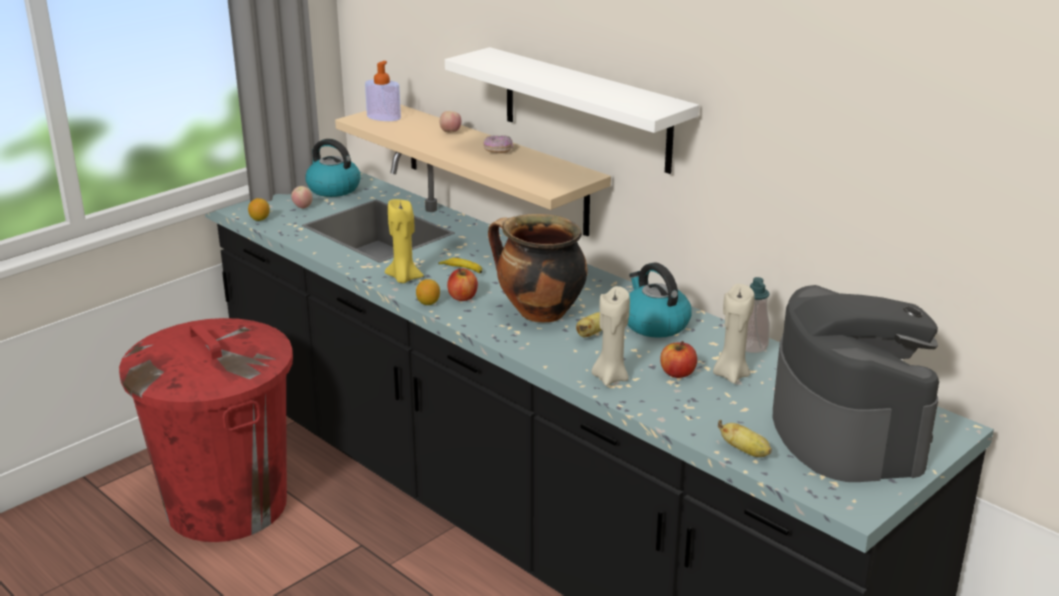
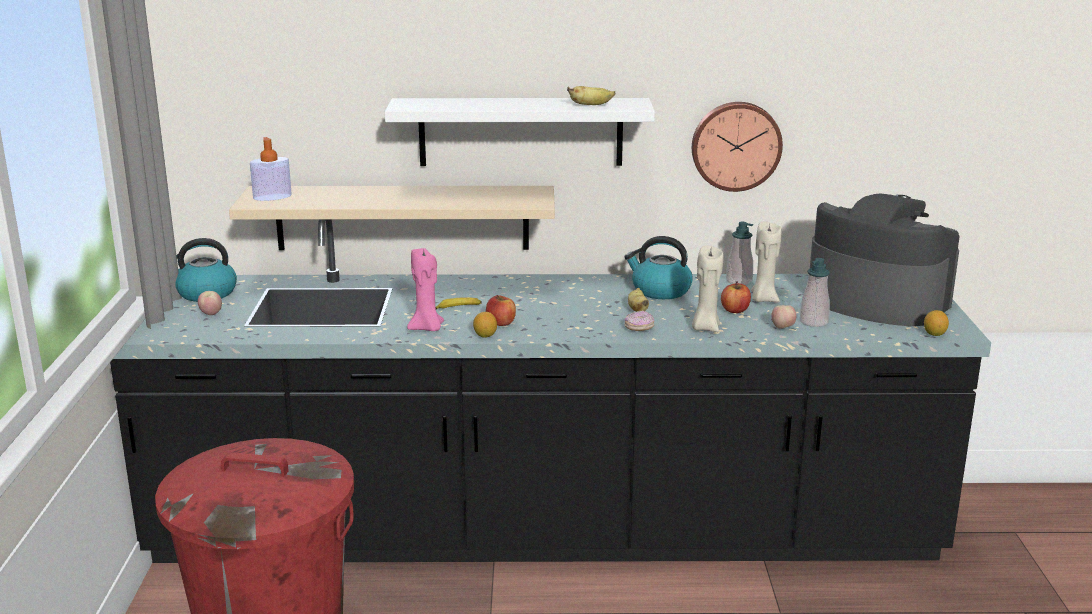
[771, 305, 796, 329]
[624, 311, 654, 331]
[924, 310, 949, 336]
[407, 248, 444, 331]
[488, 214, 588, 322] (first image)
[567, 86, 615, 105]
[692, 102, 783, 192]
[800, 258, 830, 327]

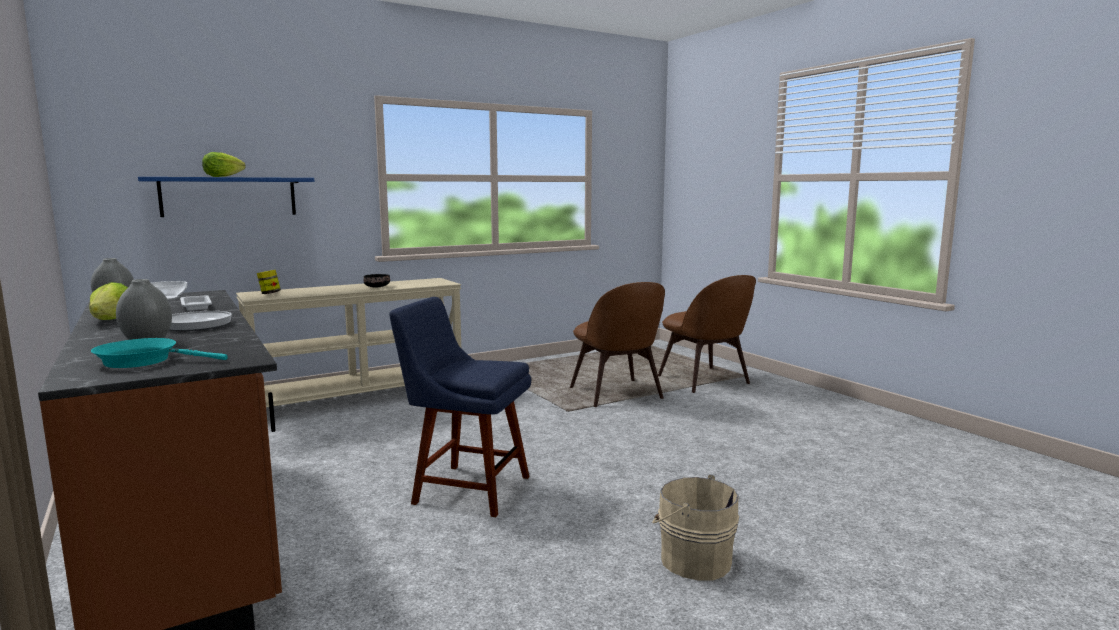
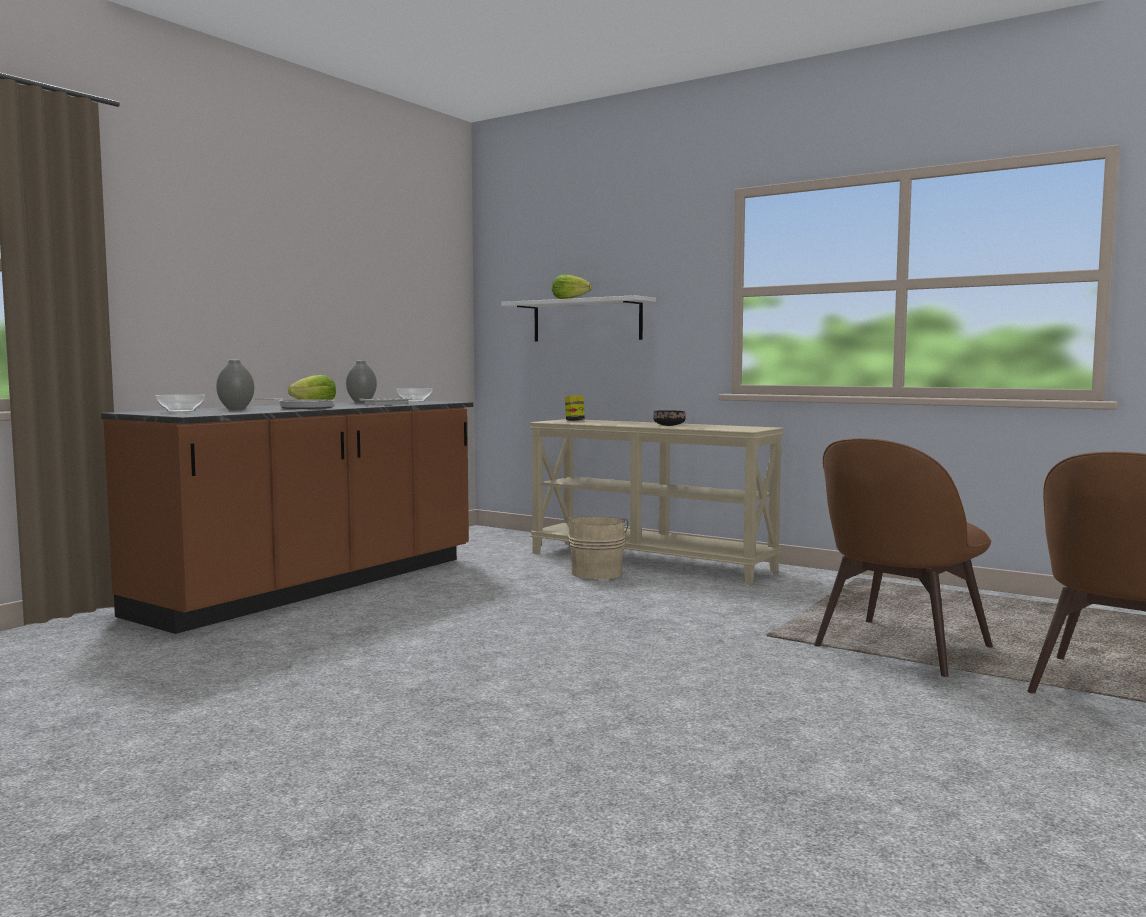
[501, 295, 656, 342]
[389, 297, 531, 517] (first image)
[156, 394, 205, 412]
[566, 516, 628, 579]

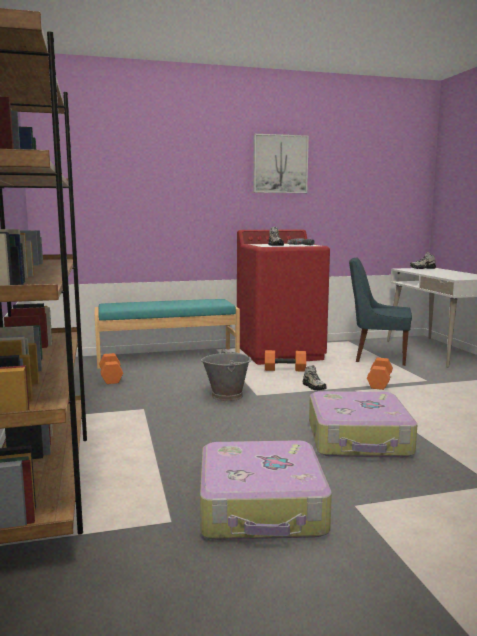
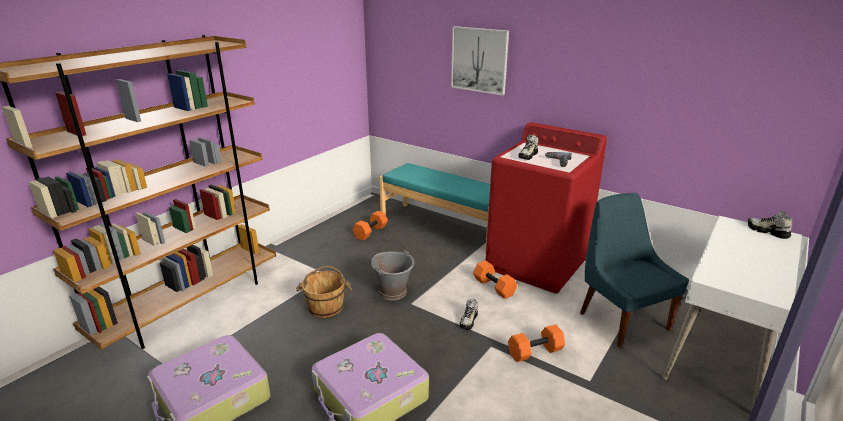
[451, 26, 509, 96]
[296, 266, 352, 318]

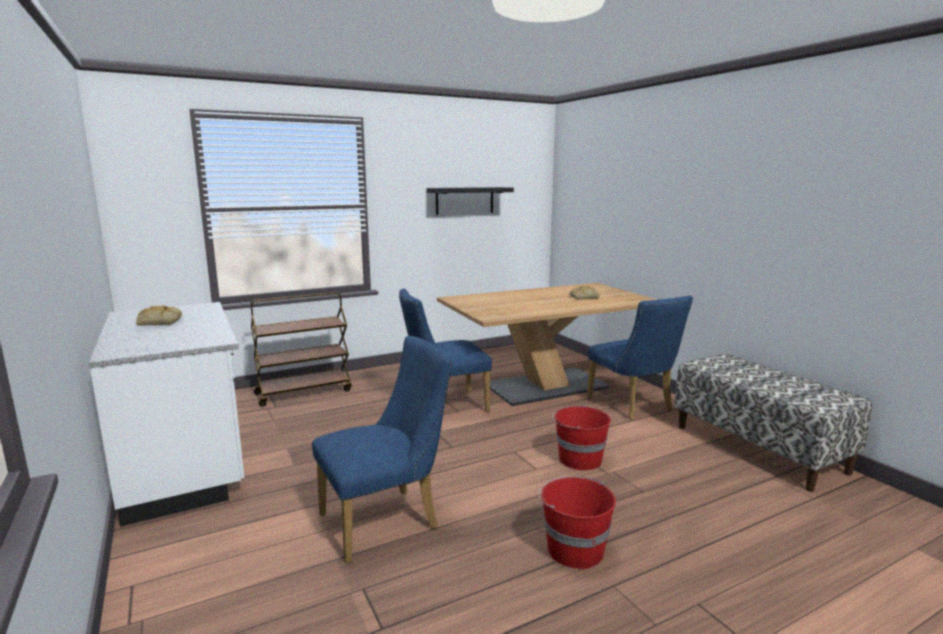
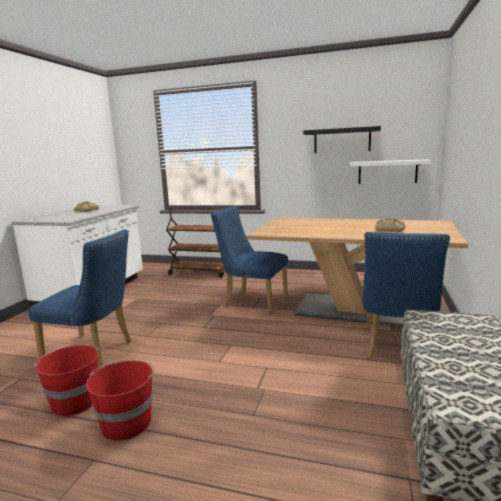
[34, 344, 99, 417]
[350, 159, 431, 184]

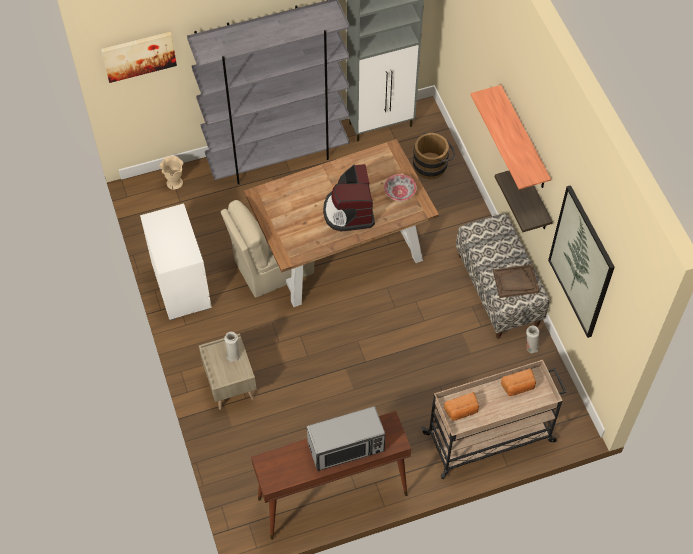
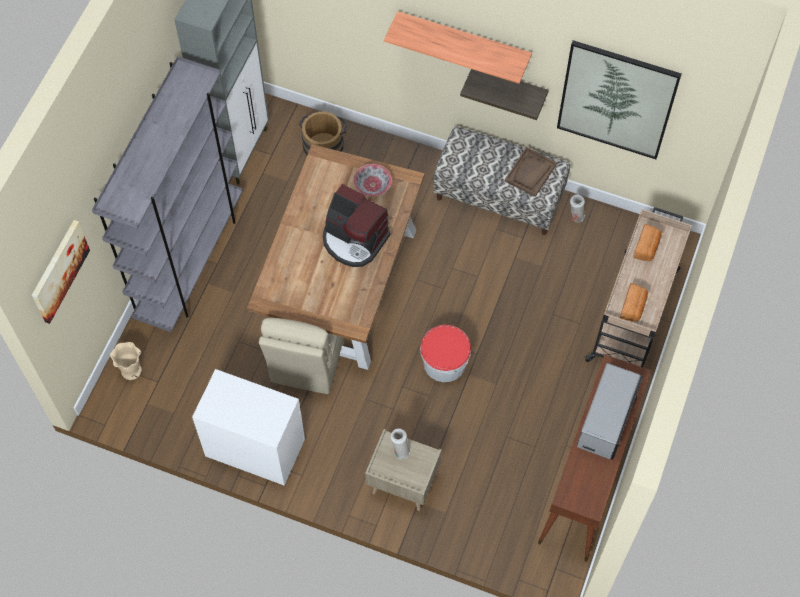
[420, 325, 471, 382]

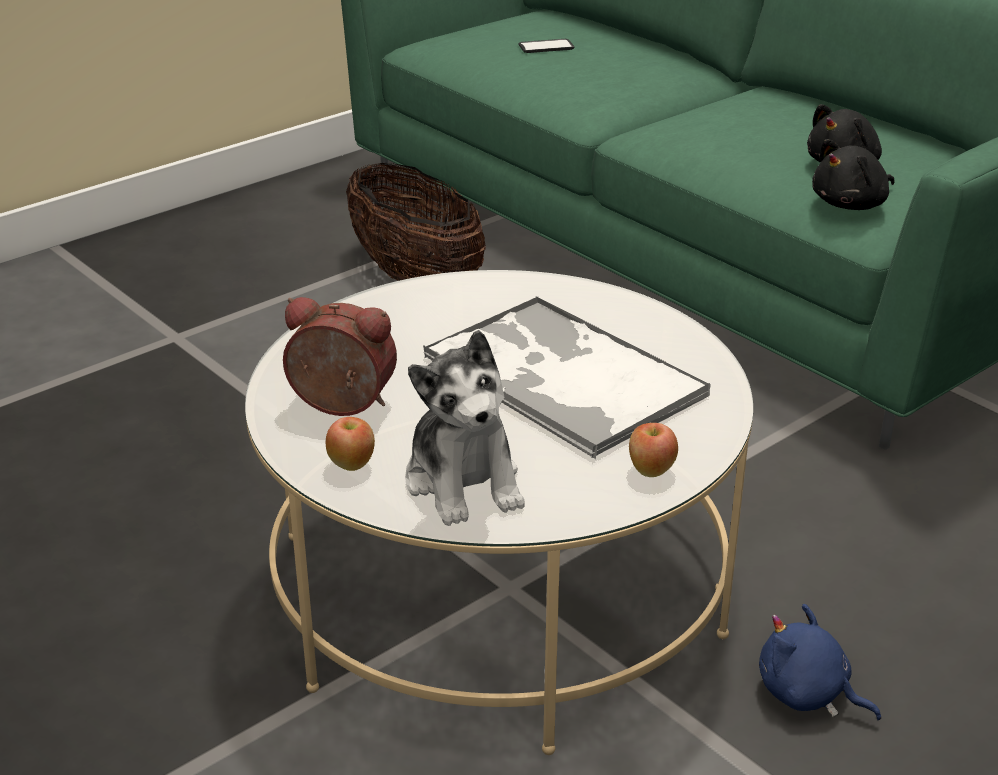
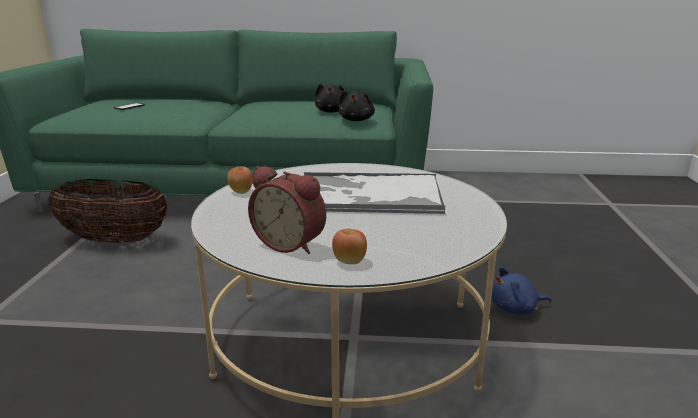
[248, 166, 326, 254]
[405, 330, 525, 526] (first image)
[227, 166, 253, 194]

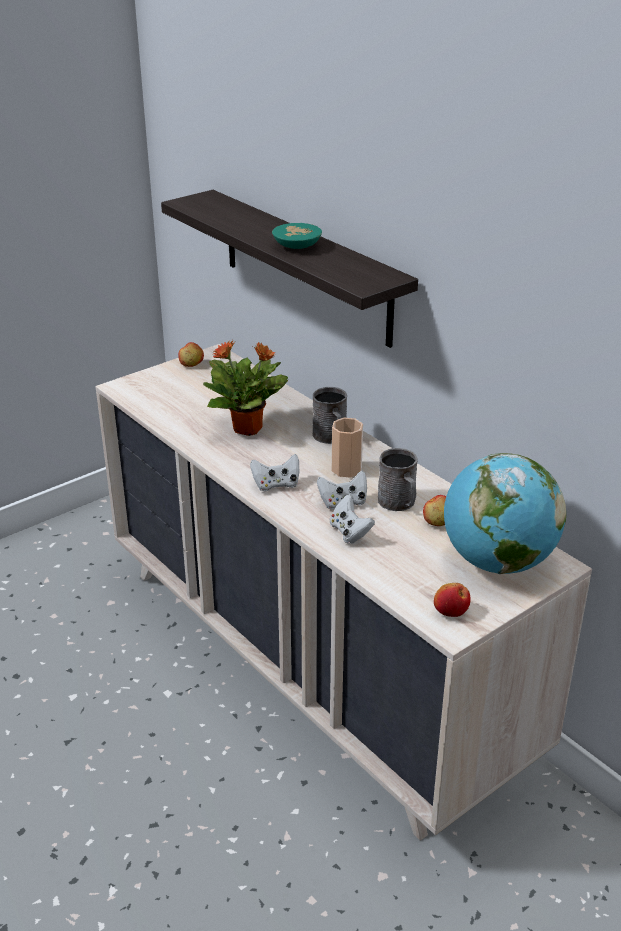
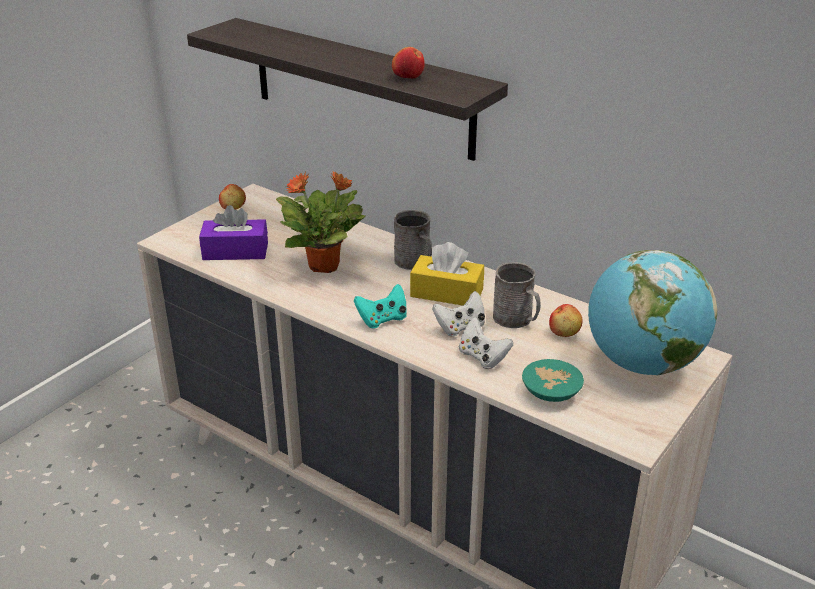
[522, 359, 584, 402]
[410, 242, 484, 305]
[354, 284, 407, 328]
[392, 47, 425, 79]
[199, 205, 268, 260]

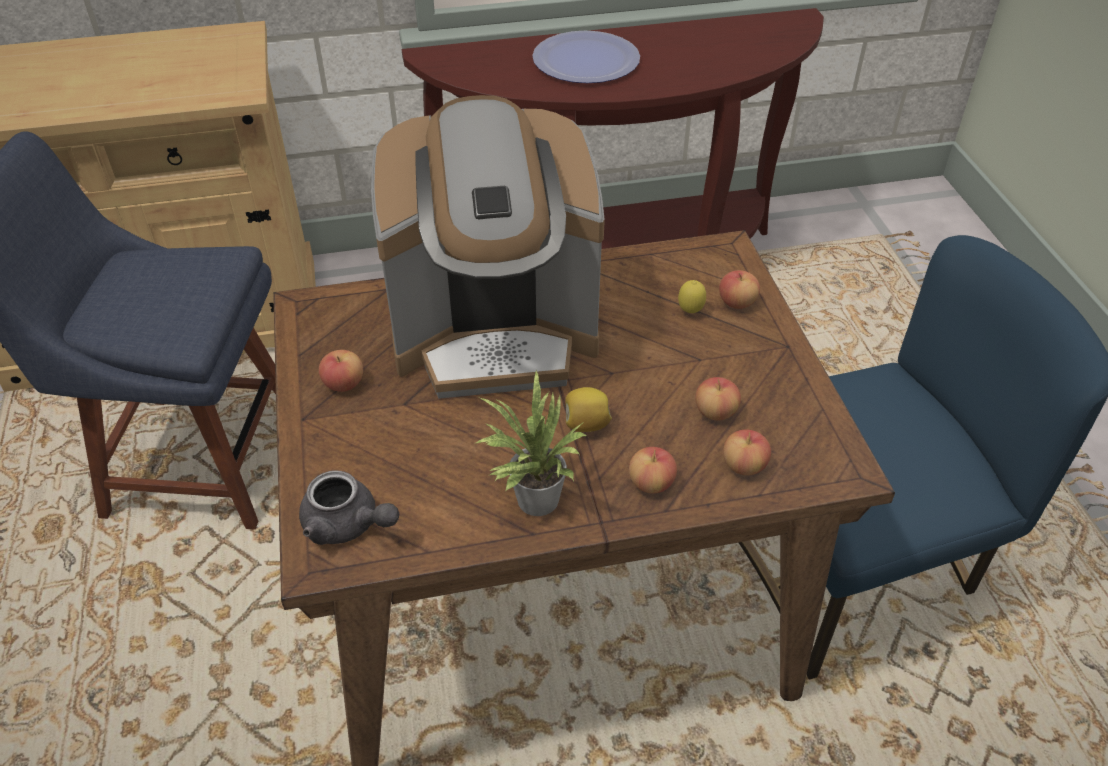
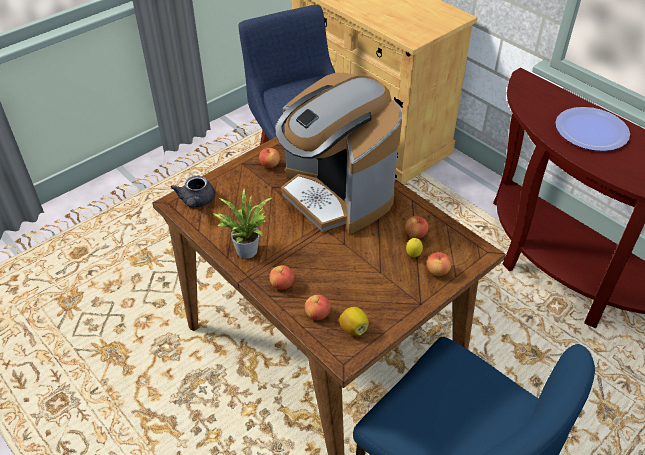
[405, 216, 429, 239]
[339, 307, 369, 336]

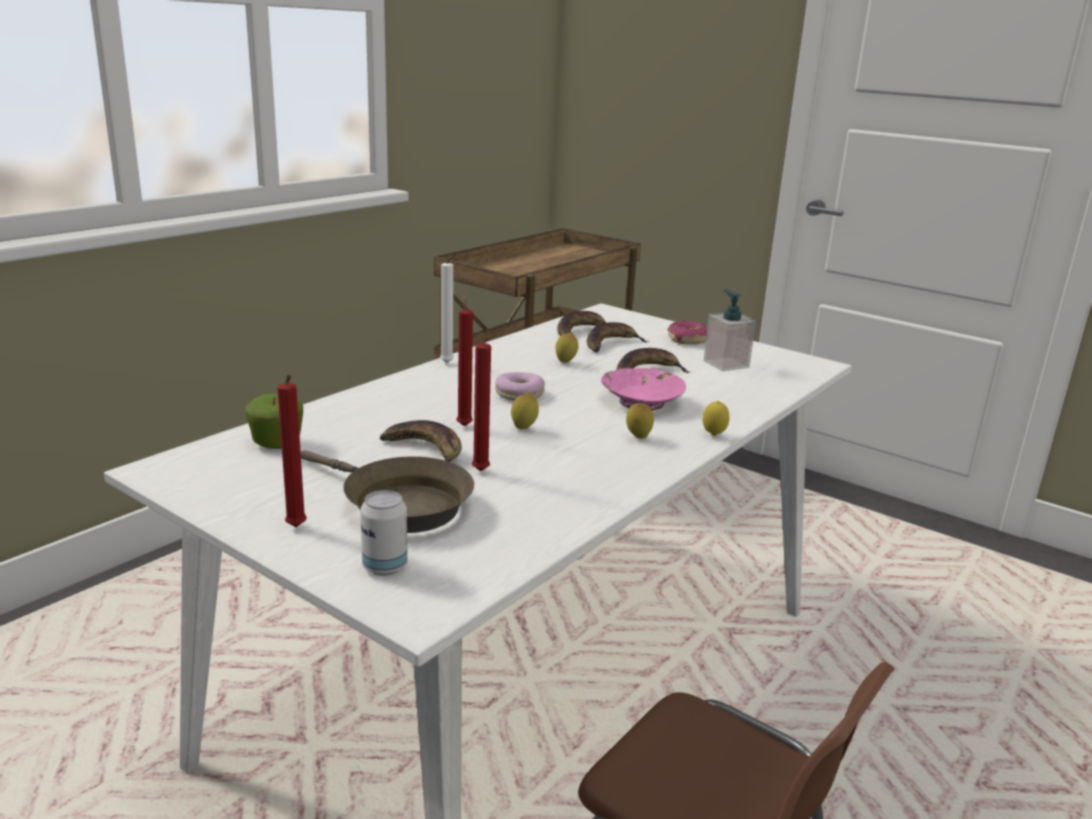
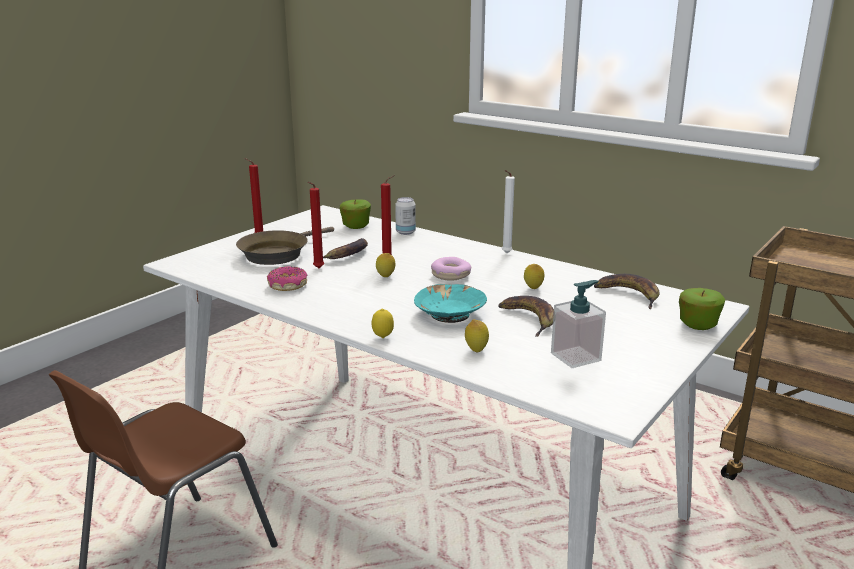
[267, 266, 308, 291]
[587, 322, 649, 352] (first image)
[414, 284, 487, 323]
[465, 319, 489, 352]
[395, 197, 416, 235]
[679, 288, 726, 330]

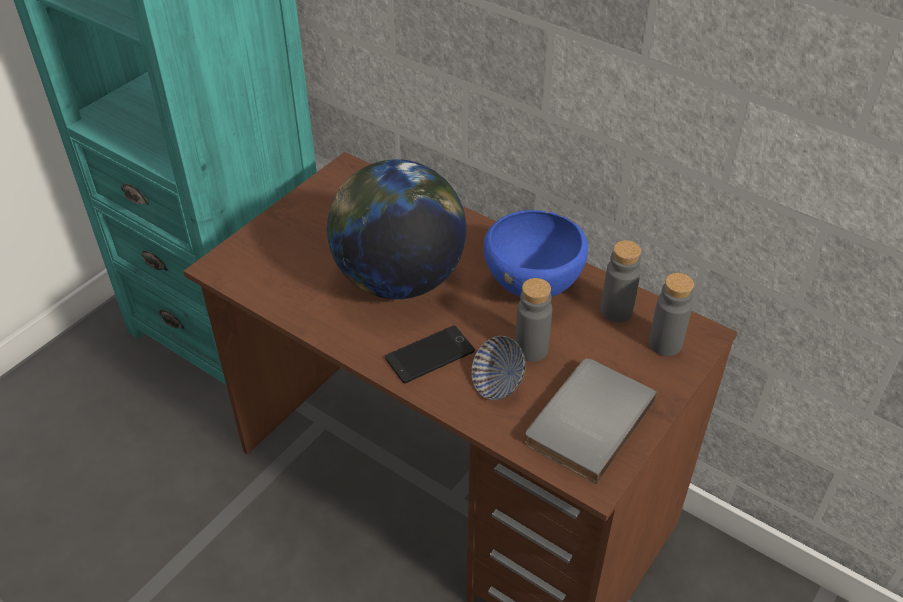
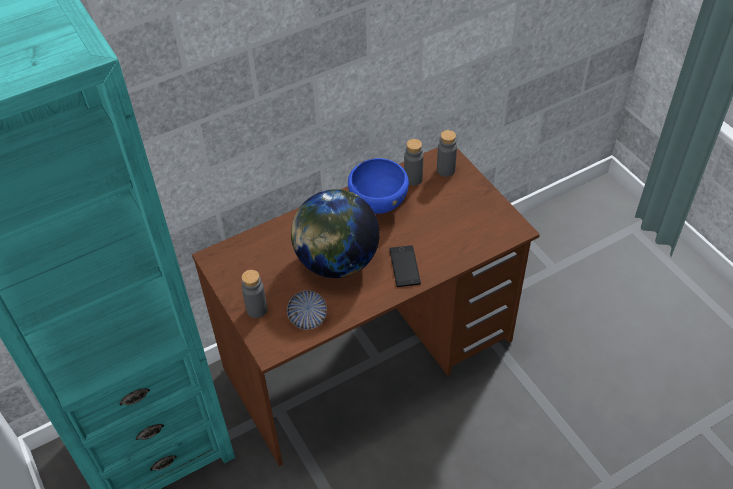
[242, 270, 267, 318]
[287, 290, 327, 330]
[525, 358, 657, 484] (first image)

